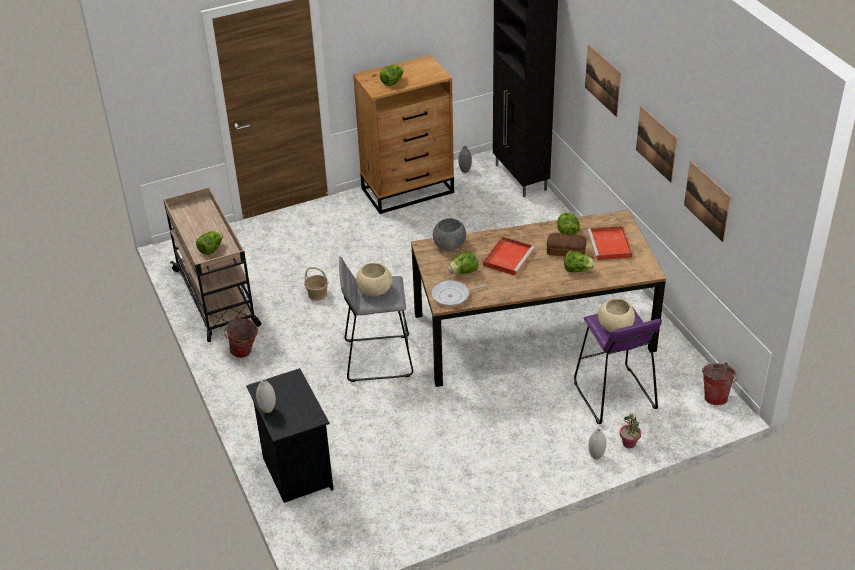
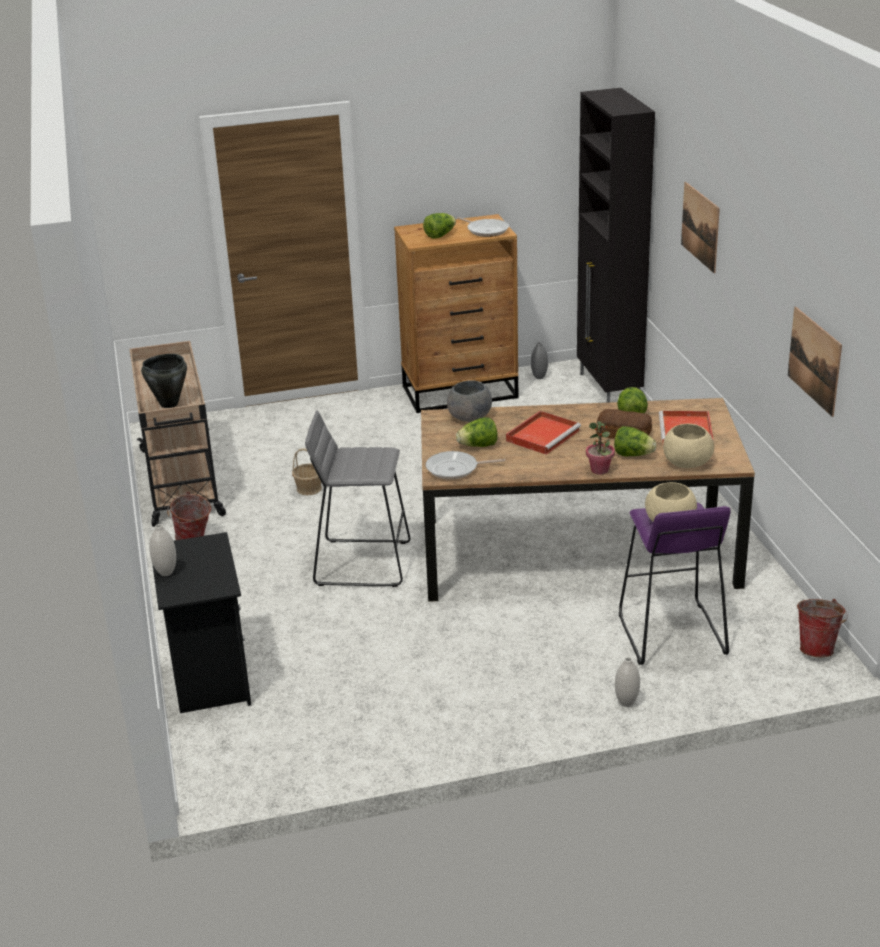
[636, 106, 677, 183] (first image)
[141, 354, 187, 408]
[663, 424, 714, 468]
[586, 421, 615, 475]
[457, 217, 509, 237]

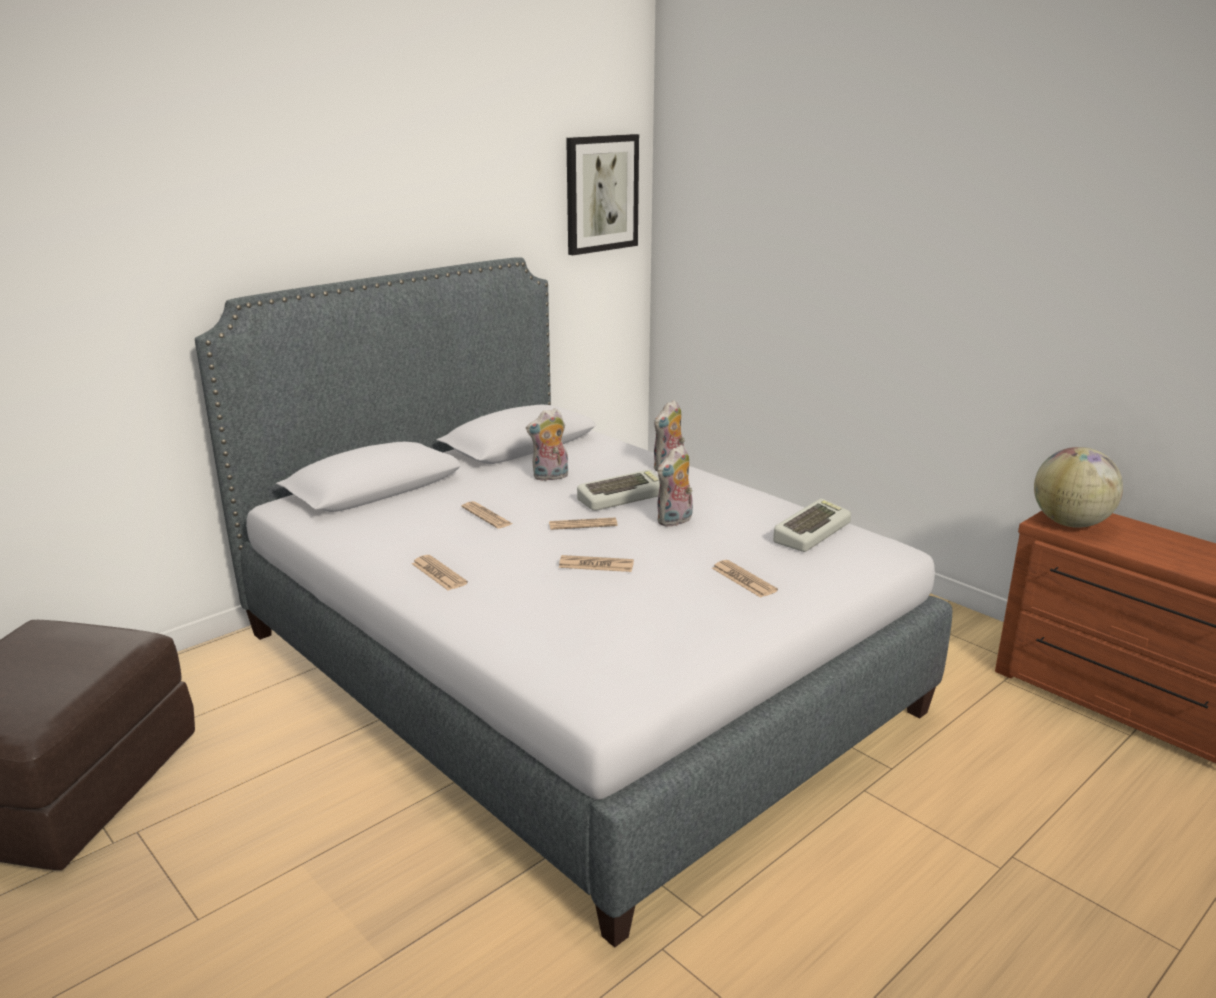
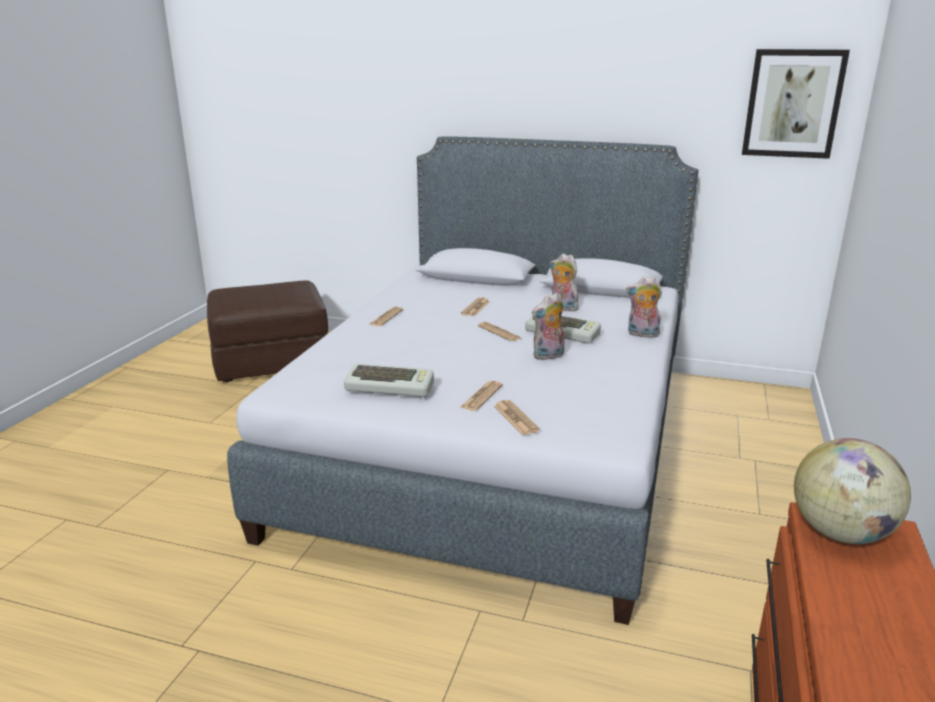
[532, 293, 564, 360]
[344, 364, 434, 397]
[494, 400, 540, 435]

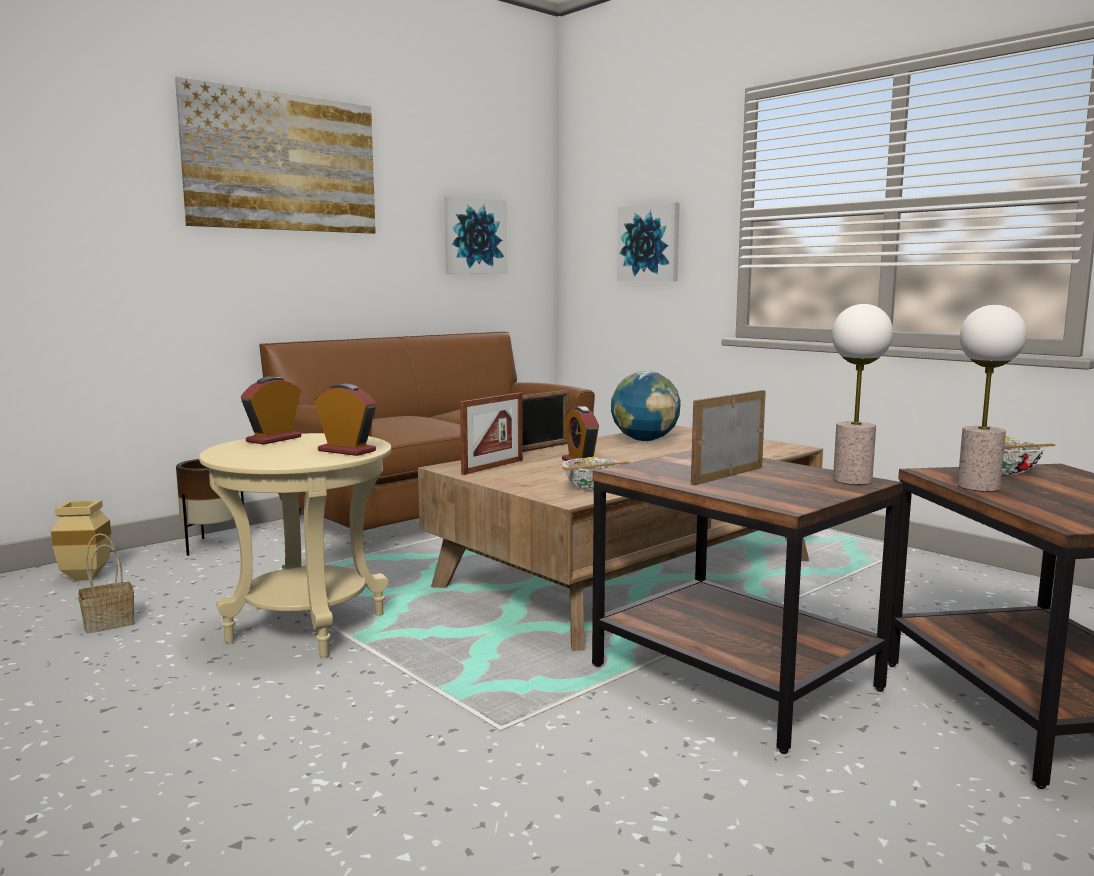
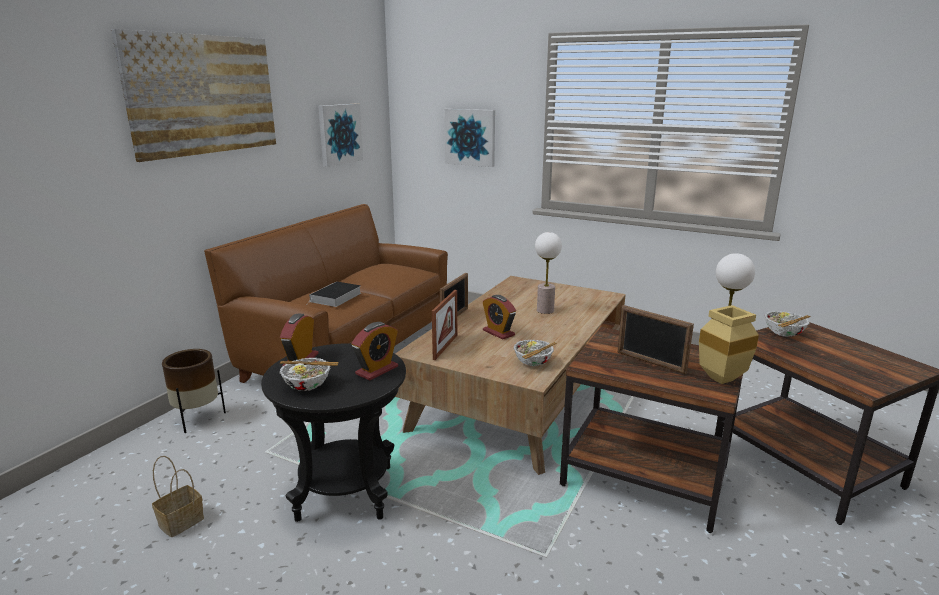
[535, 232, 562, 314]
[611, 371, 681, 441] (first image)
[351, 322, 398, 380]
[617, 305, 694, 375]
[261, 343, 406, 522]
[699, 305, 759, 384]
[307, 282, 361, 307]
[279, 358, 339, 391]

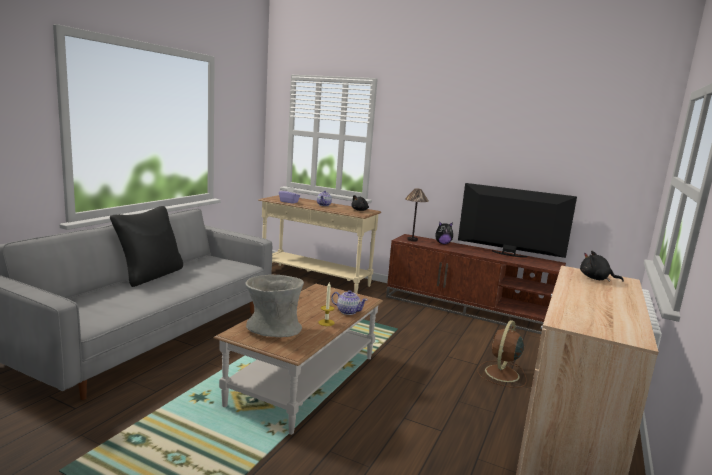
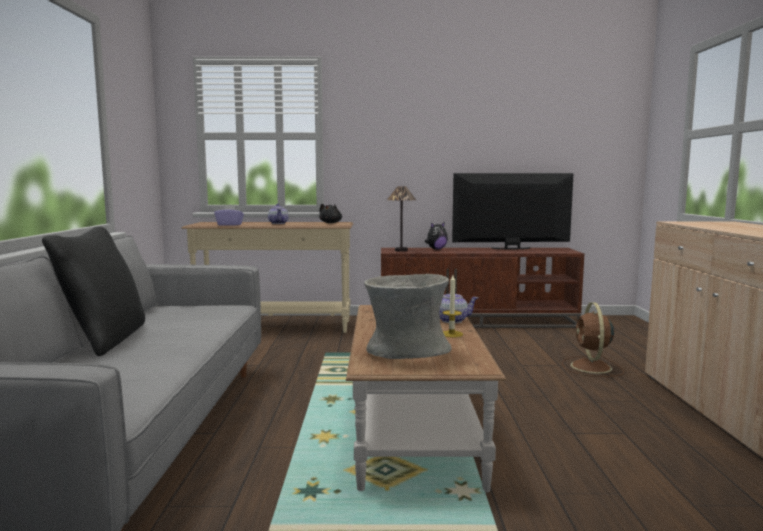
[580, 251, 624, 282] (first image)

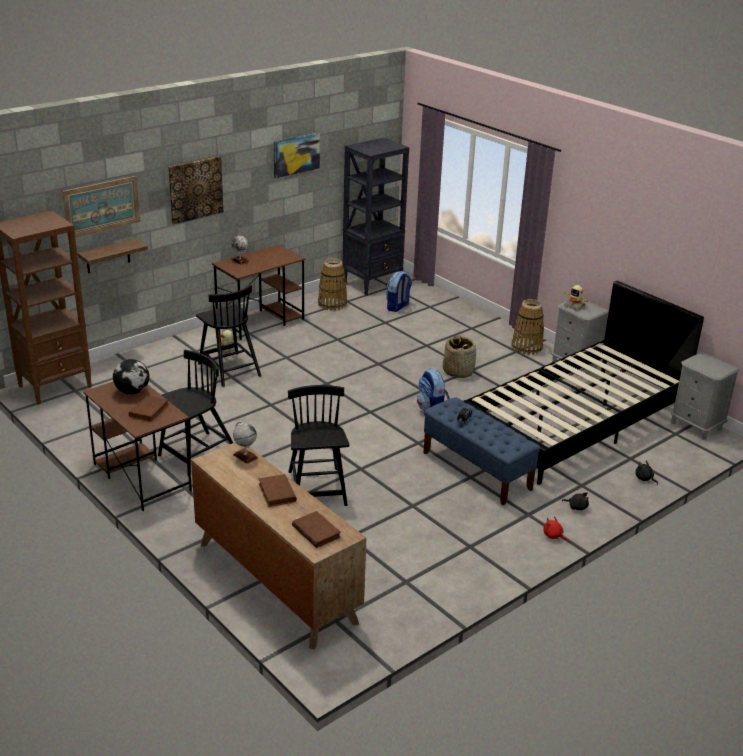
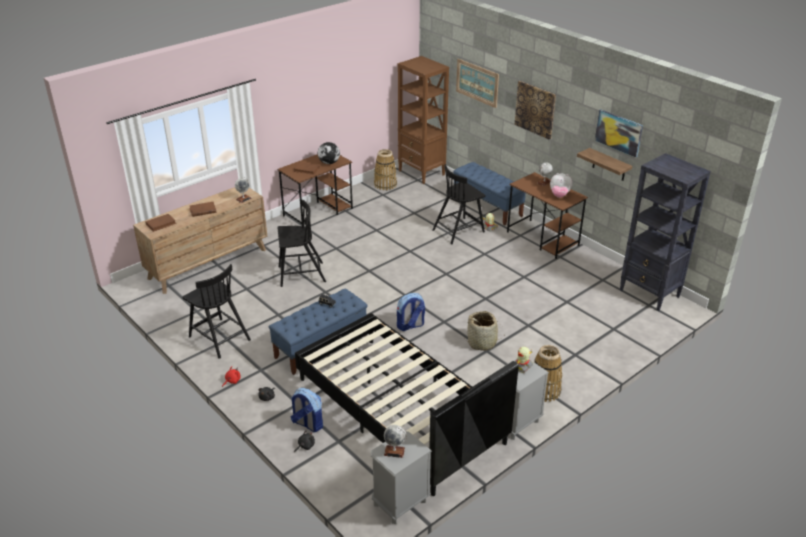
[577, 148, 632, 181]
[374, 149, 397, 191]
[290, 388, 323, 432]
[182, 264, 251, 358]
[453, 162, 526, 226]
[550, 173, 572, 198]
[384, 425, 407, 458]

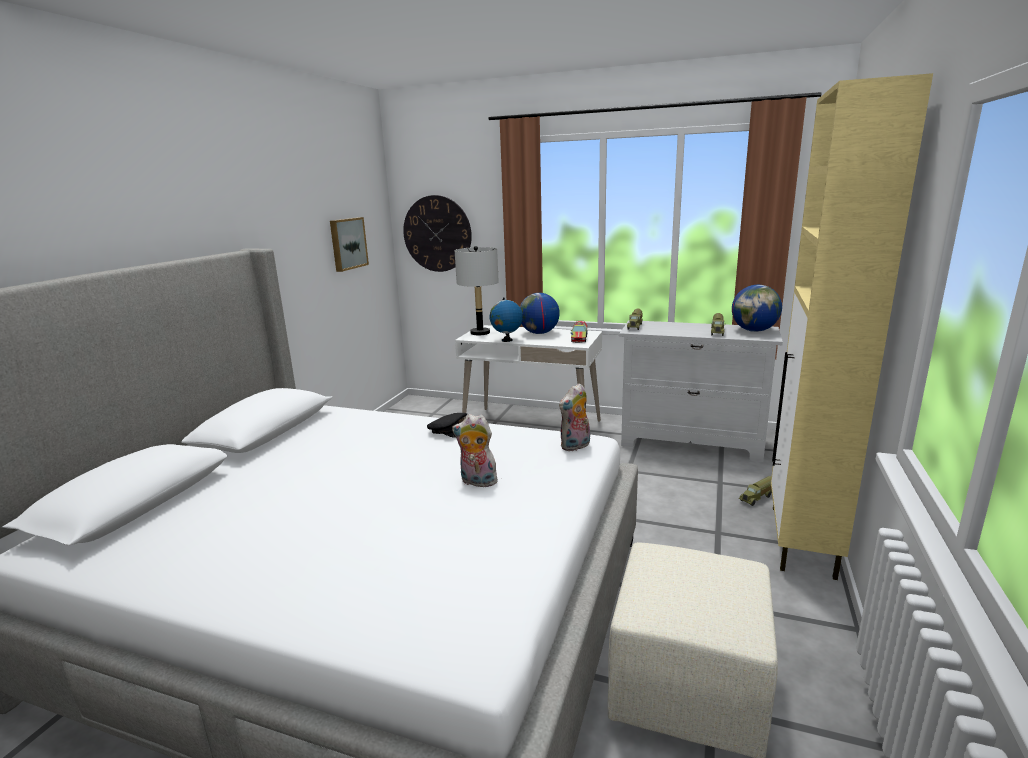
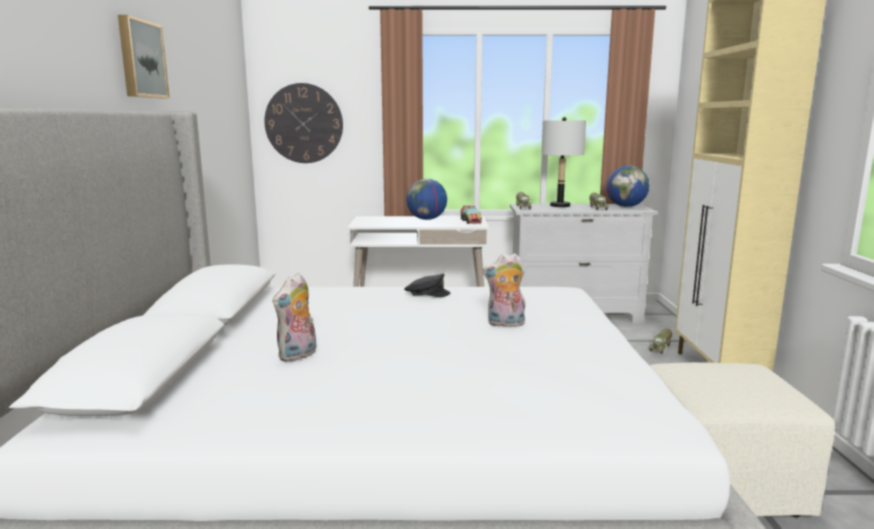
[118, 15, 170, 98]
[541, 117, 586, 207]
[490, 297, 523, 342] (first image)
[272, 273, 316, 362]

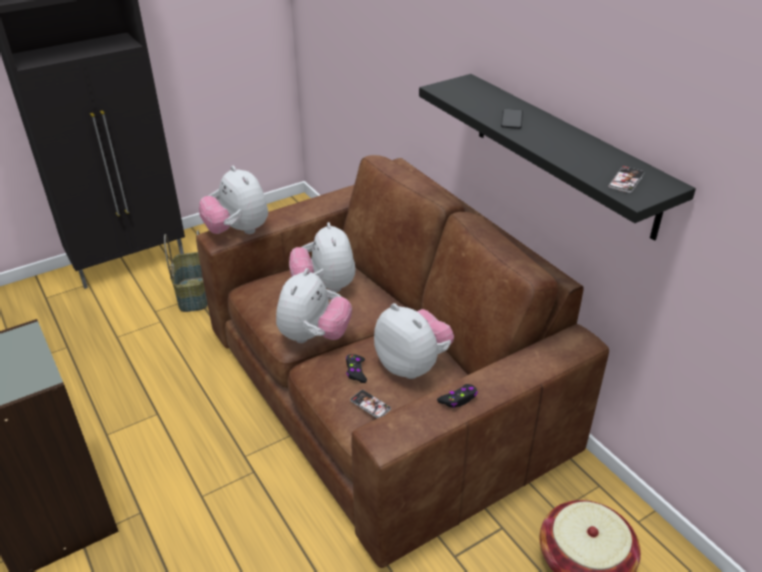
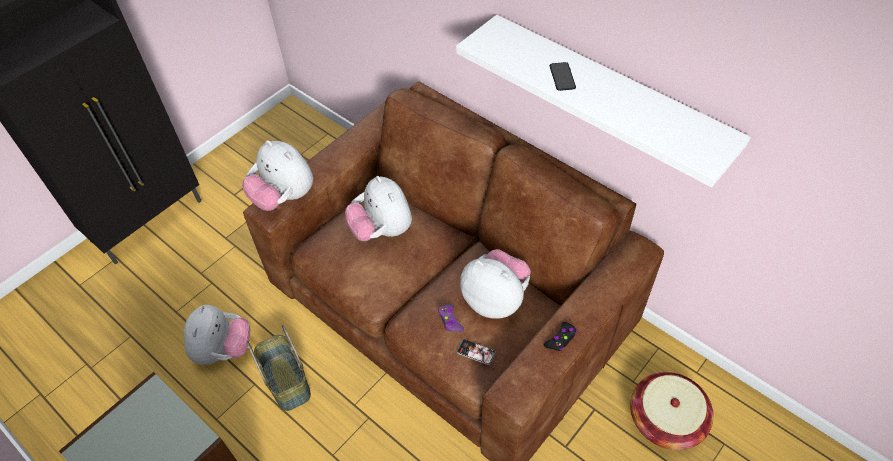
[456, 15, 751, 188]
[608, 166, 645, 193] (first image)
[247, 325, 311, 411]
[184, 305, 250, 365]
[438, 304, 464, 332]

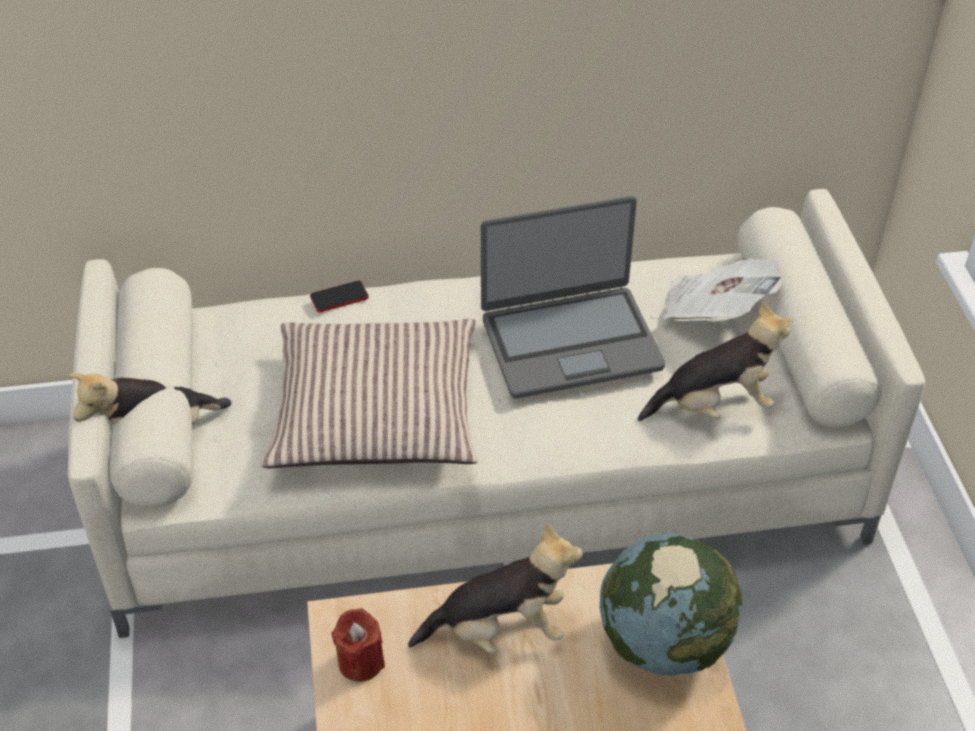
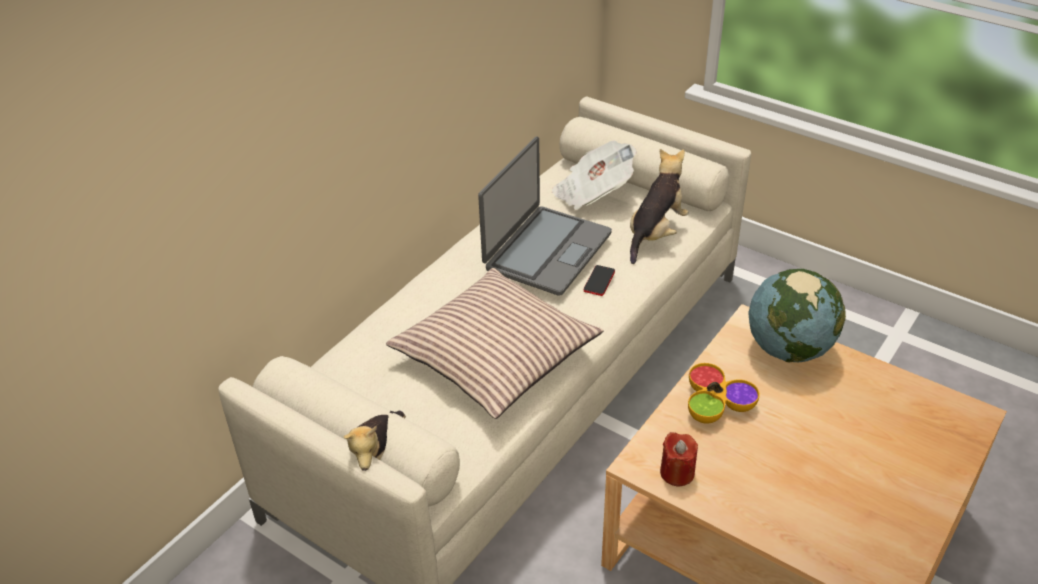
[584, 265, 615, 296]
[688, 363, 760, 424]

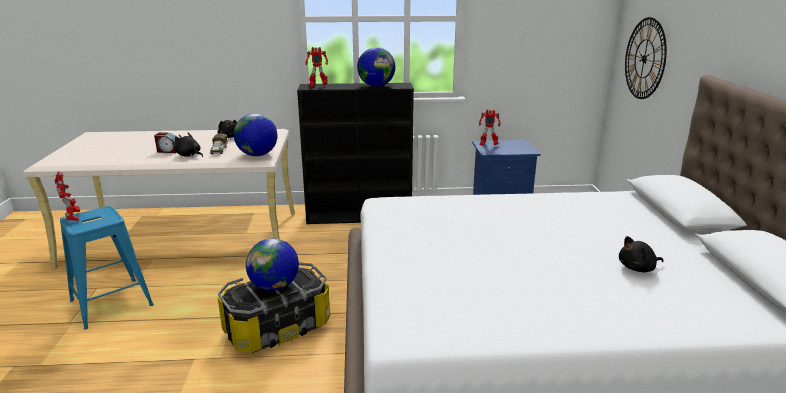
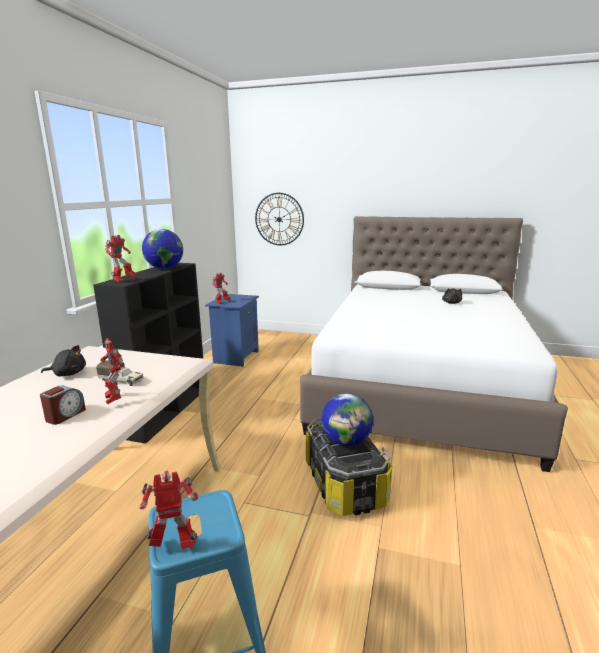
[234, 113, 277, 156] (first image)
[100, 338, 123, 404]

